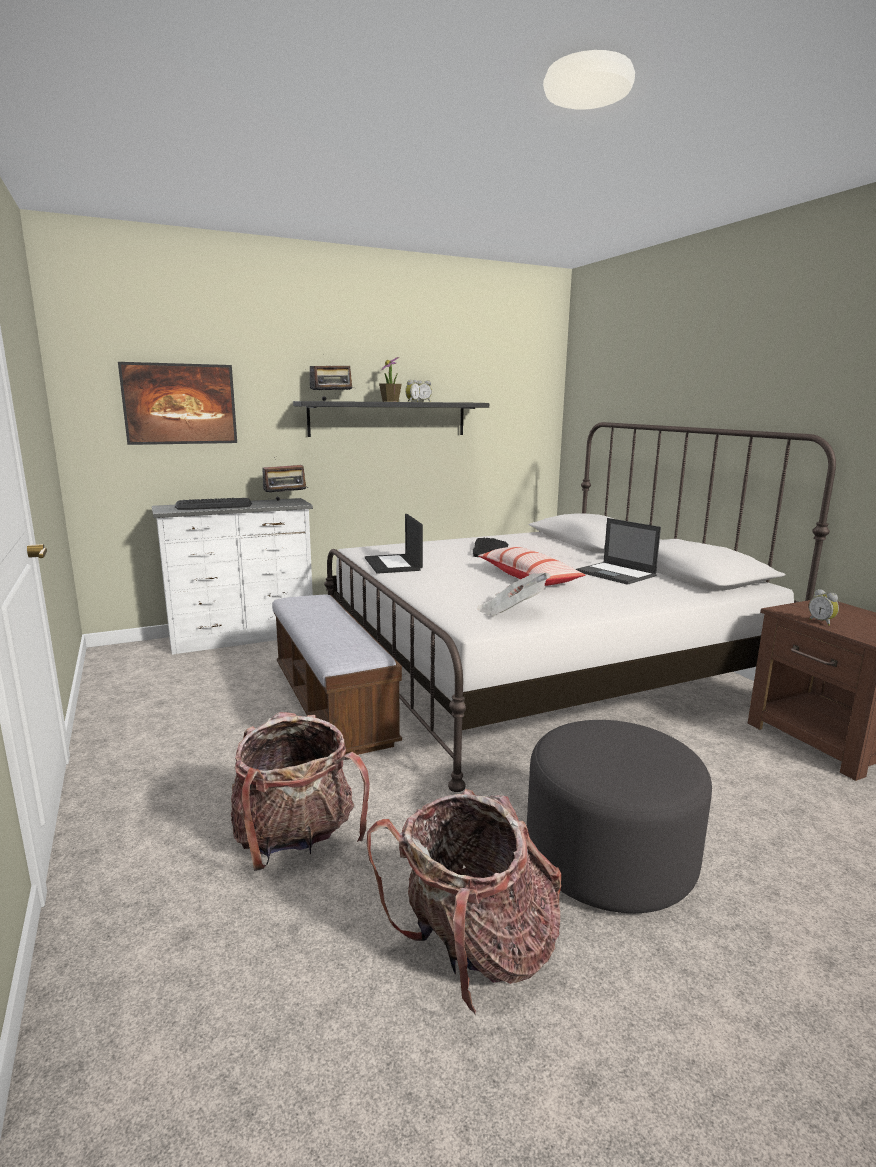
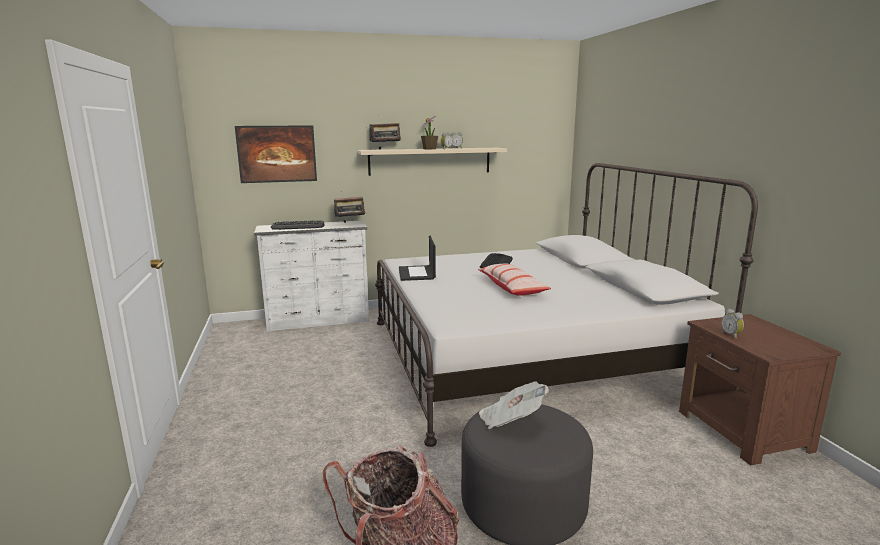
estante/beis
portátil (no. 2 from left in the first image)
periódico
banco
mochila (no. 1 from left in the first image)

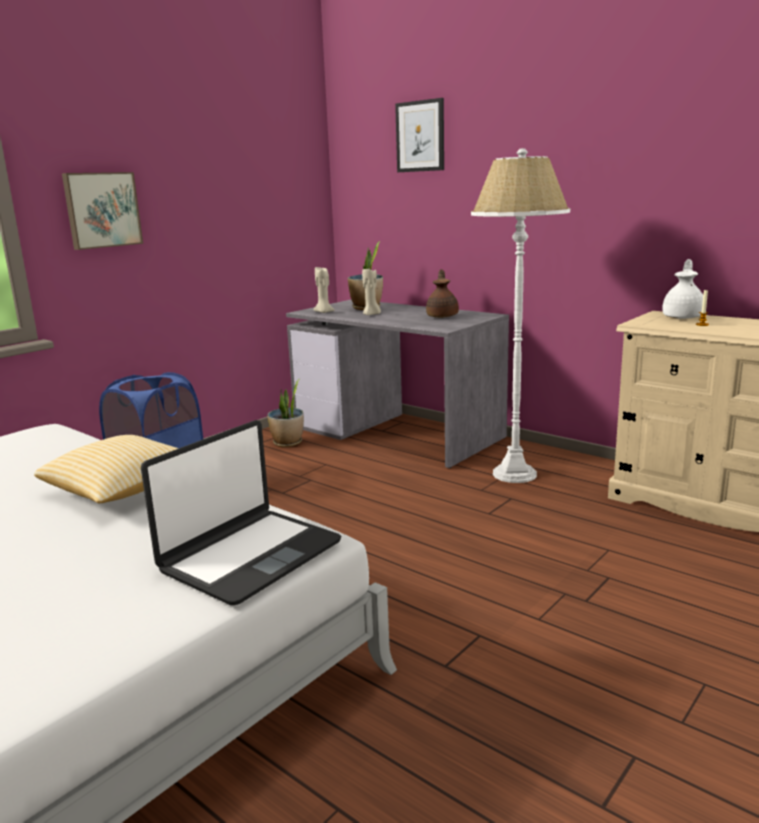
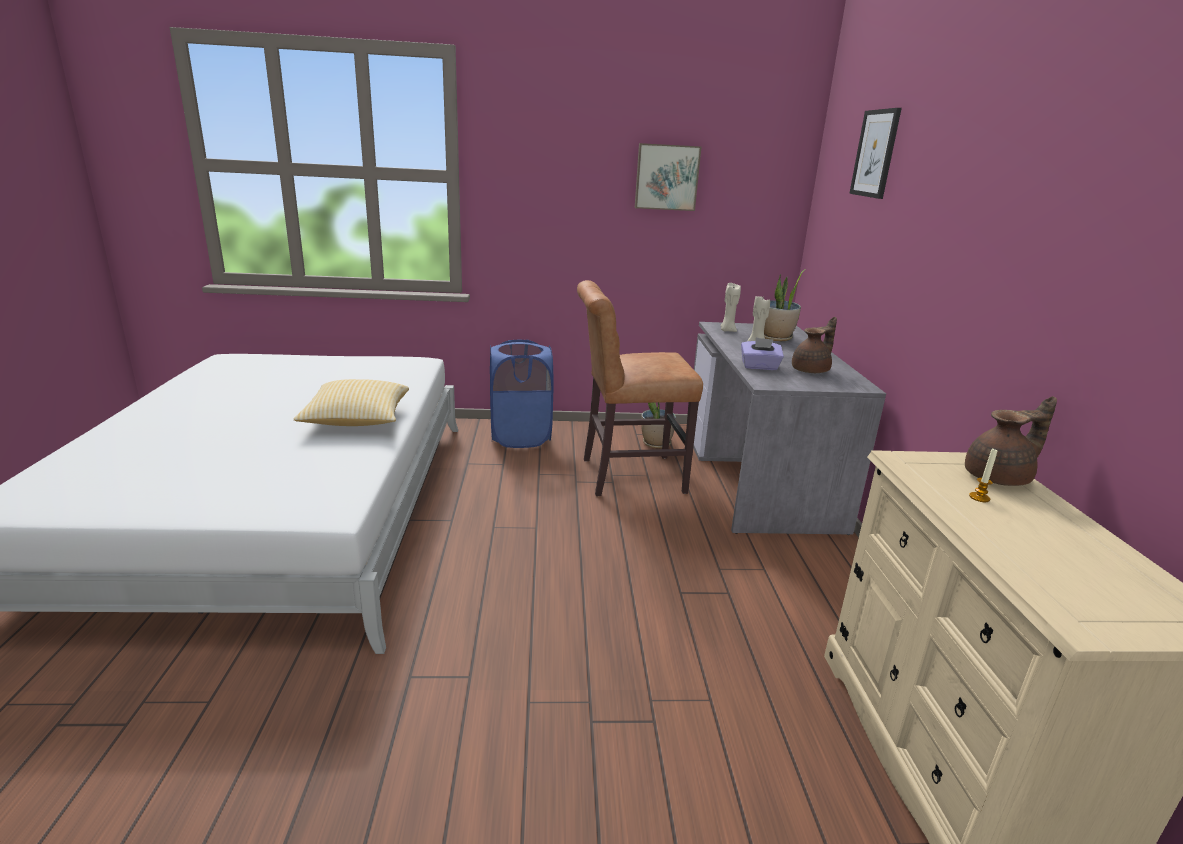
lámpara de pie/blanco
cuadro (no. 1 from left)
tetera/marrón (no. 2 from left)
portátil
silla/marrón
caja de pañuelos/morado

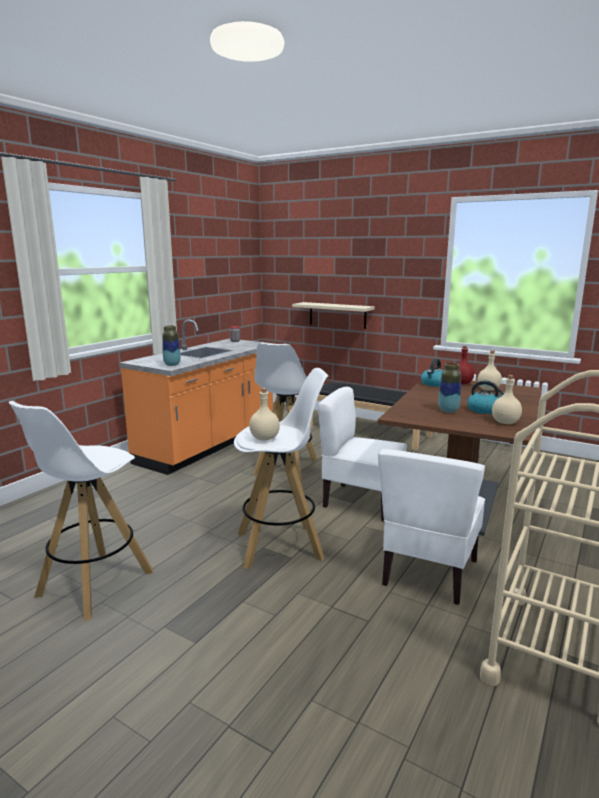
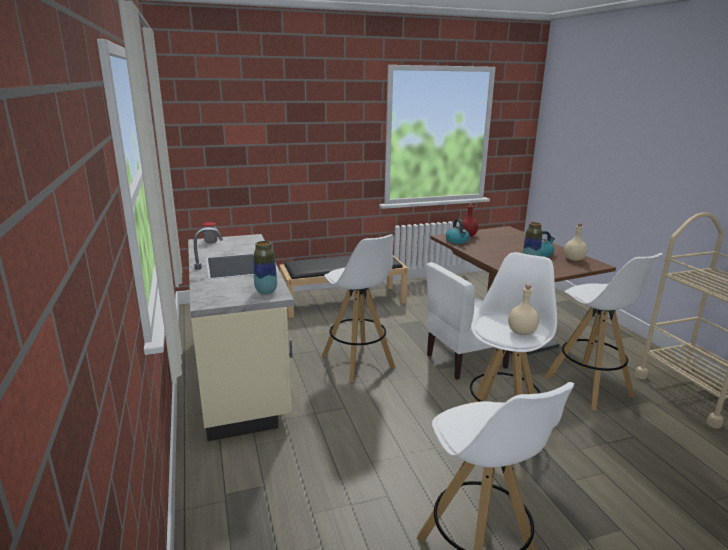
estante/beis
mueble bajo de cocina/beis
botella/beis (no. 2 from left in the first image)
taburete/blanco (no. 4 from left)

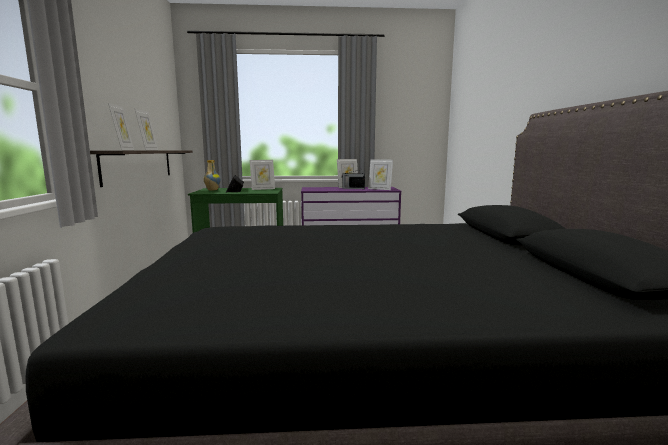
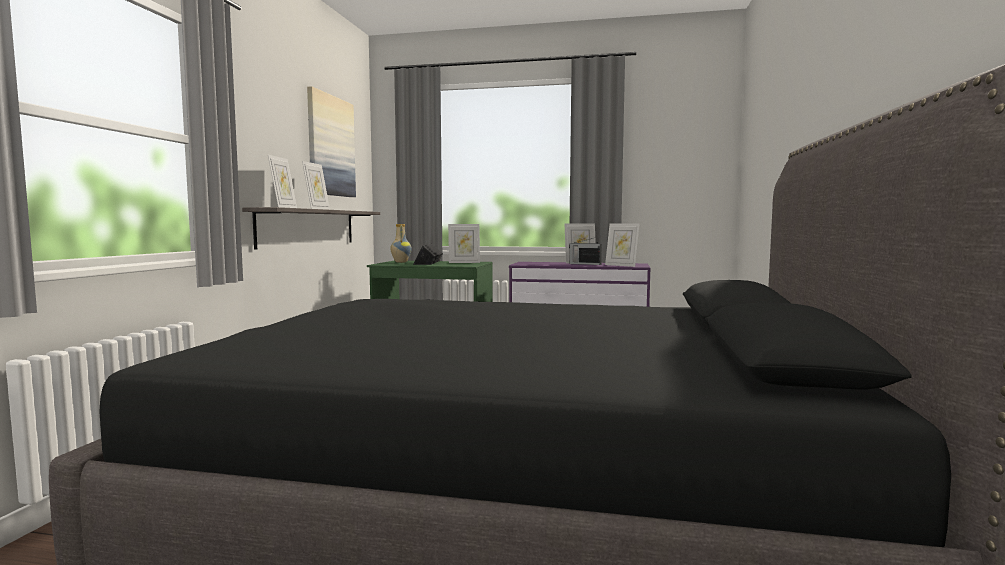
cuadro

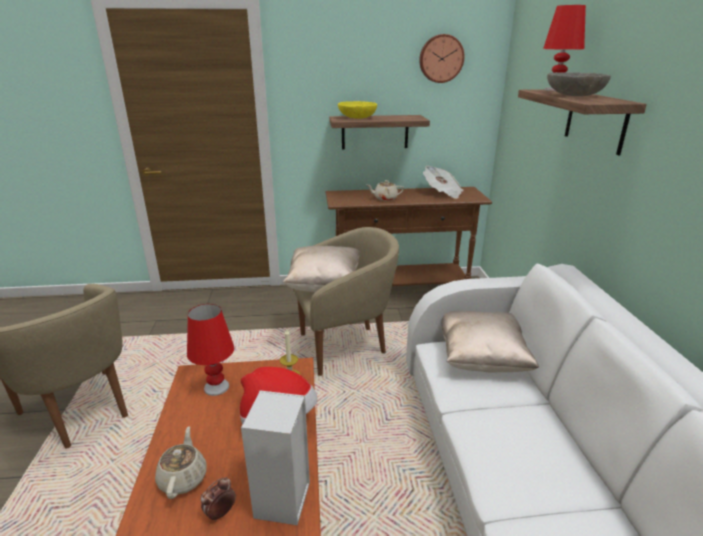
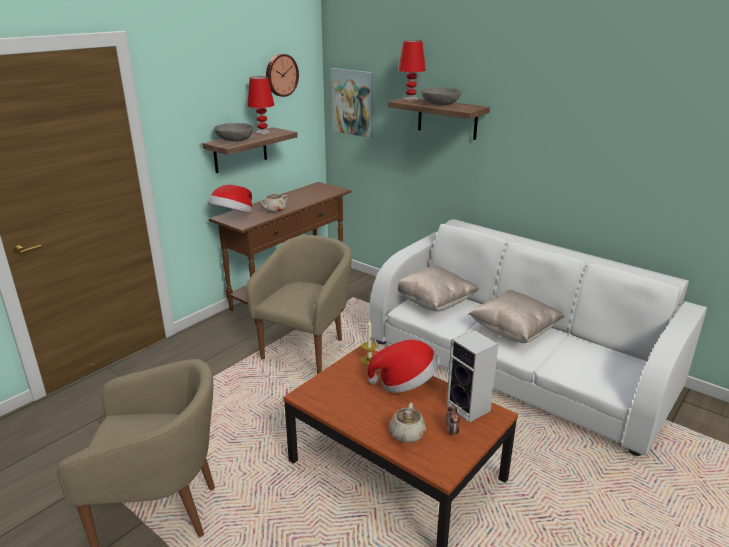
cuenco/gris (no. 1 from left)
periódico
cojín/beis (no. 2 from left)
lámpara de mesa/rojo (no. 1 from left)
tetera/beis (no. 2 from left)
cuadro
sombrero (no. 1 from left)

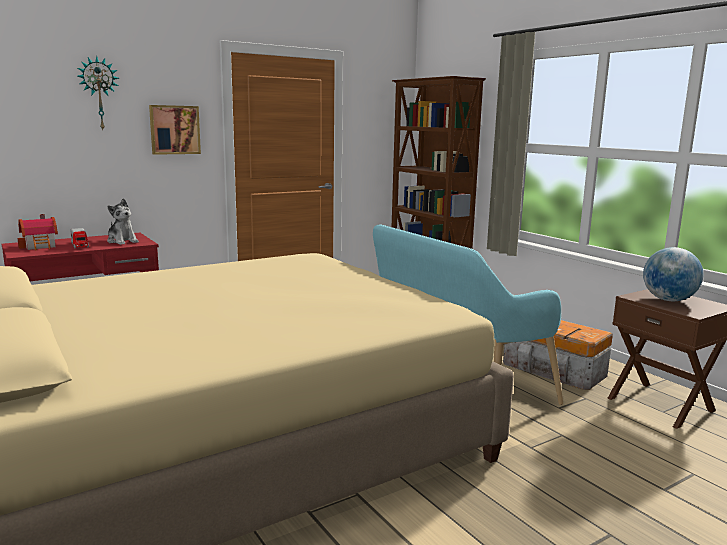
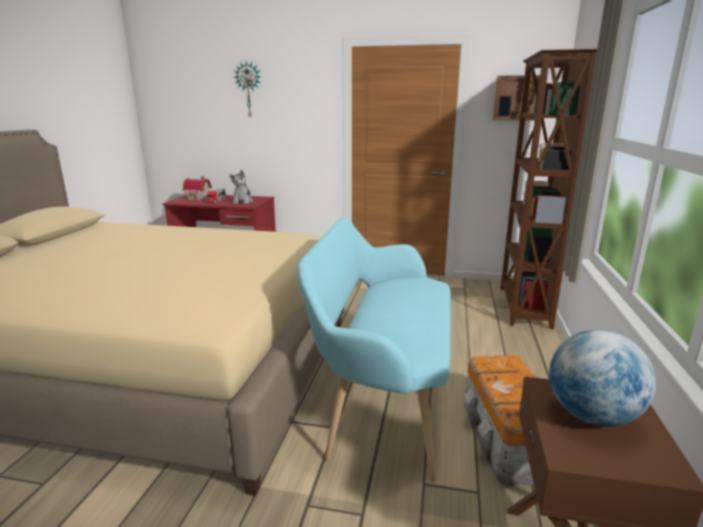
cuadro

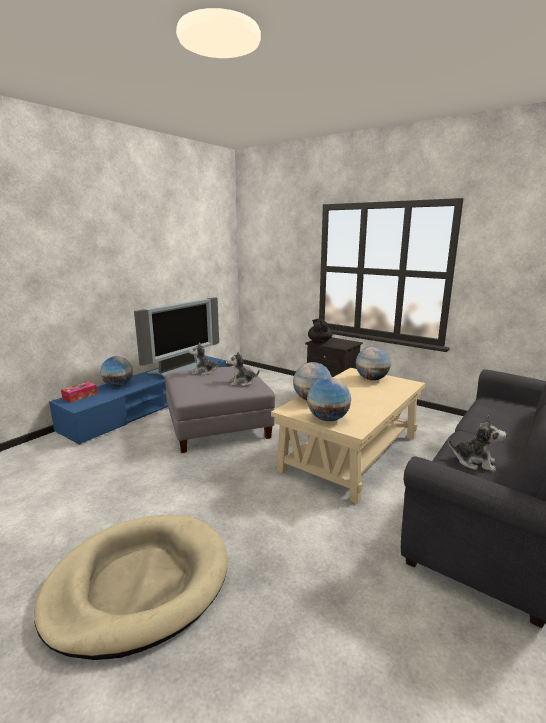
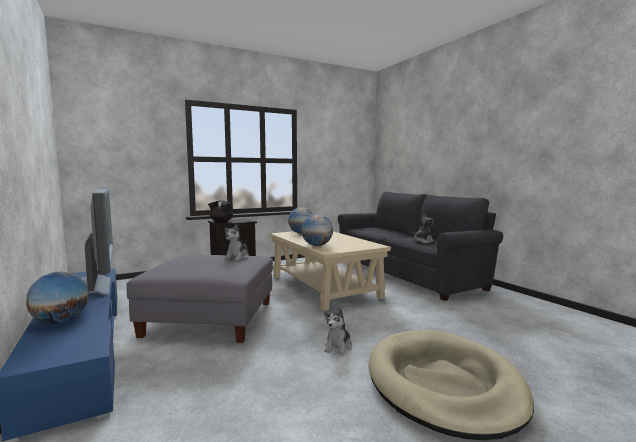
peluche (no. 2 from left)
globo terráqueo (no. 3 from left in the first image)
caja de pañuelos

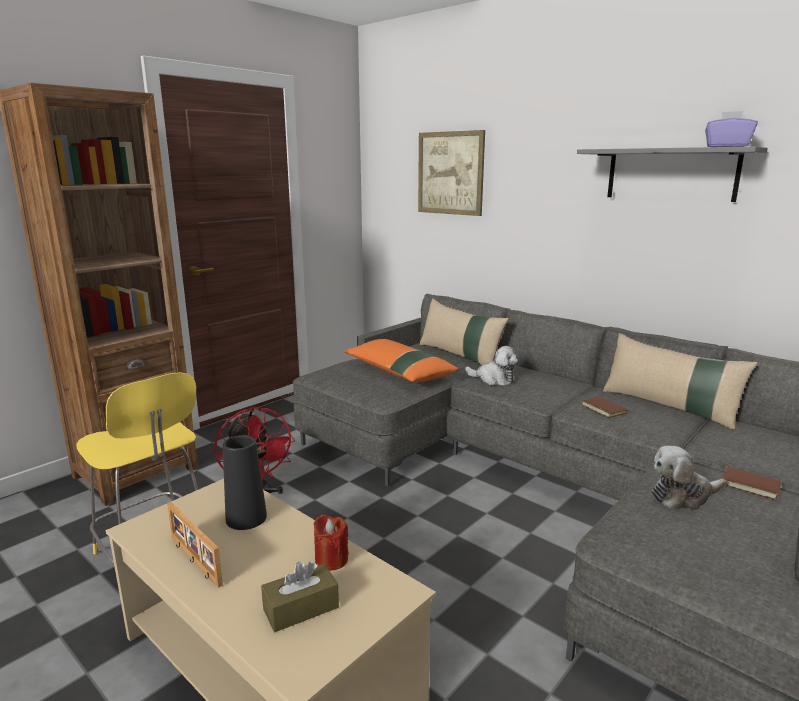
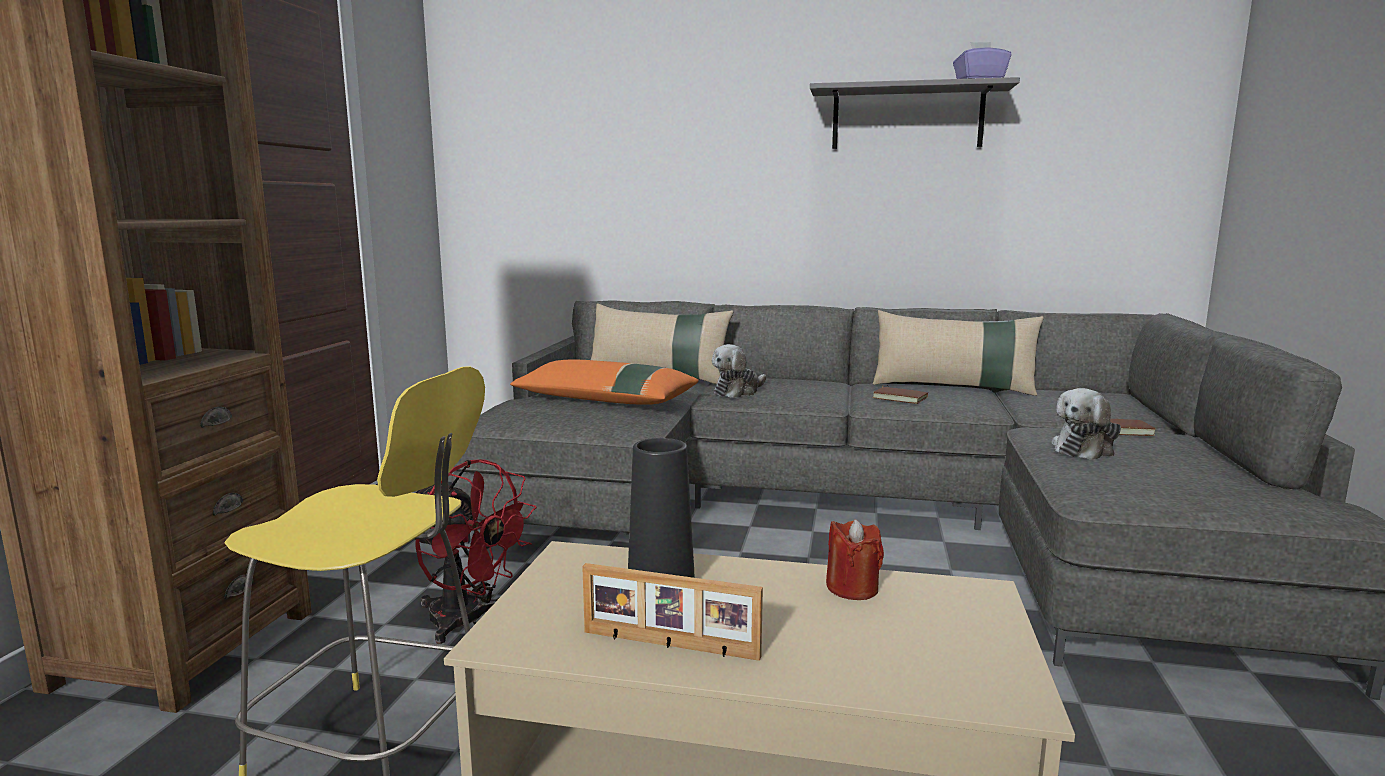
cuadro
peluche (no. 1 from left)
caja de pañuelos/marrón

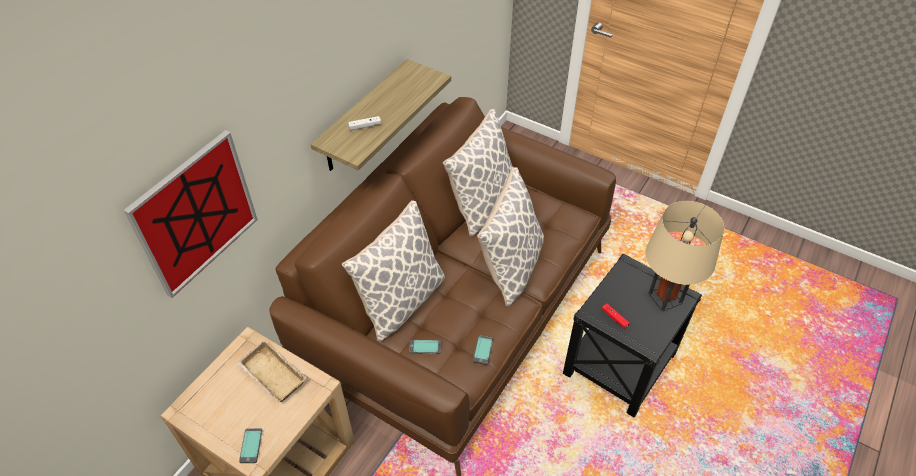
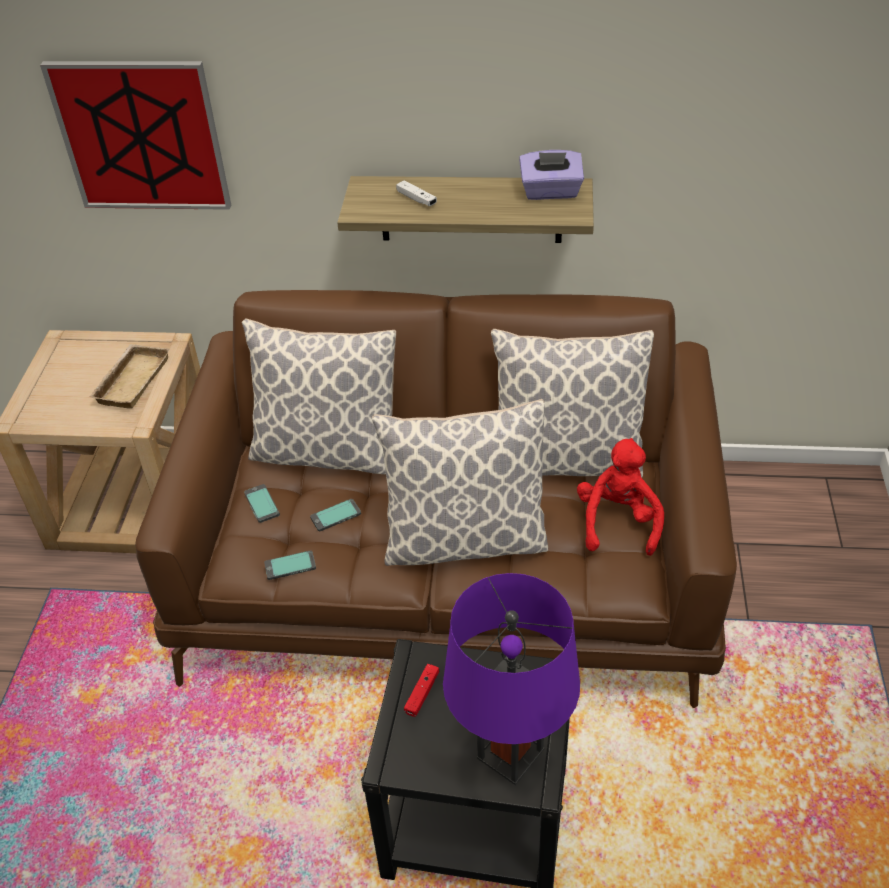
lámpara de mesa/morado
móvil (no. 3 from left)
caja de pañuelos/morado
peluche/rojo

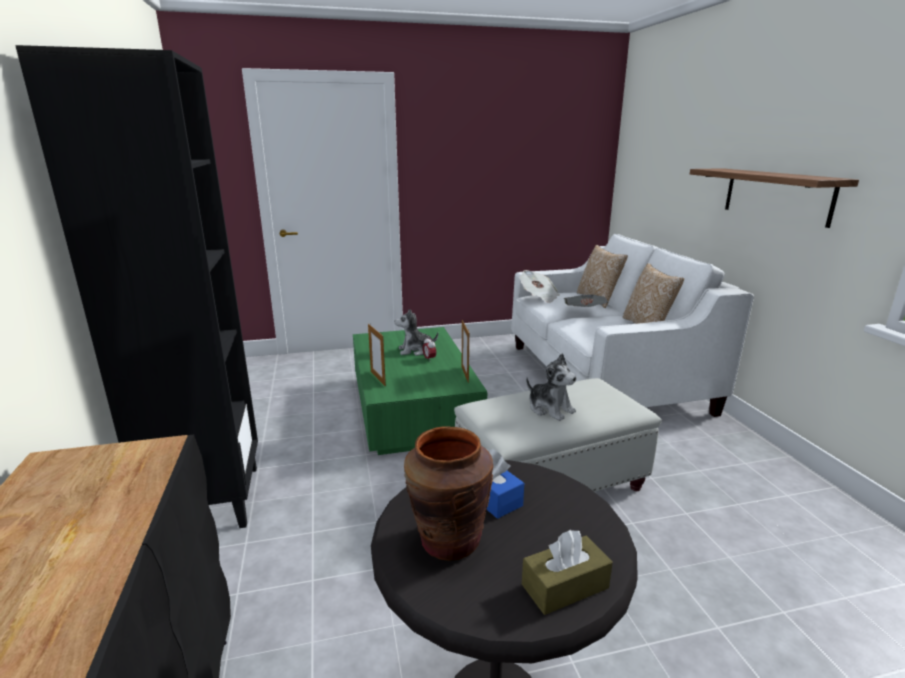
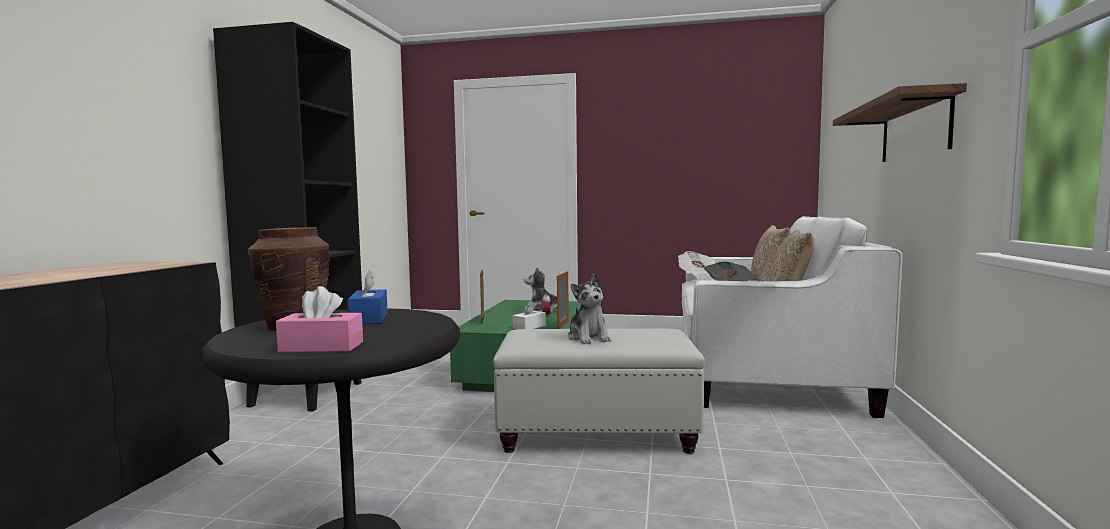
caja de pañuelos/rosa
caja de pañuelos/blanco

